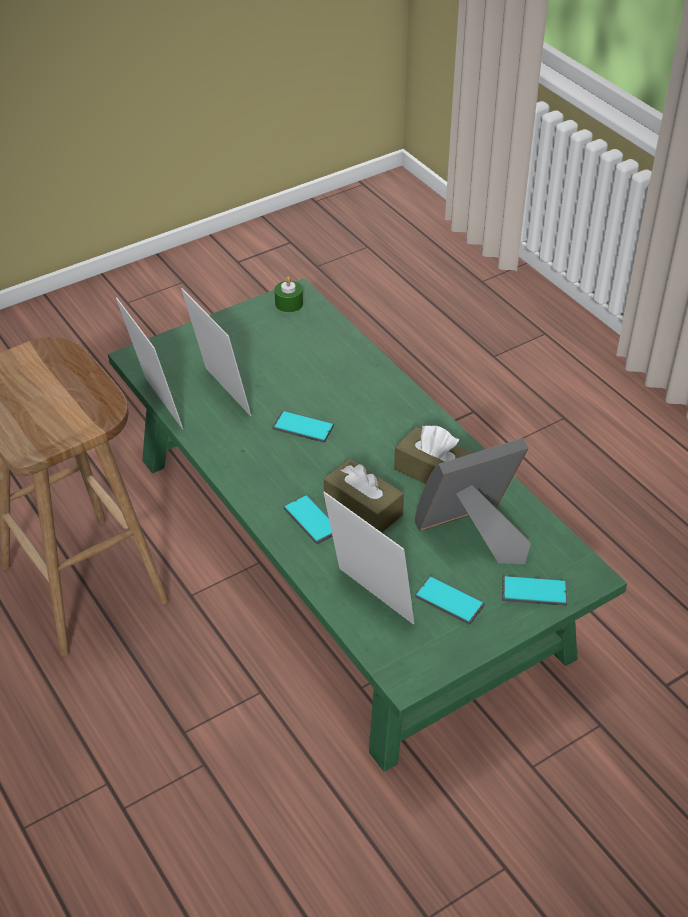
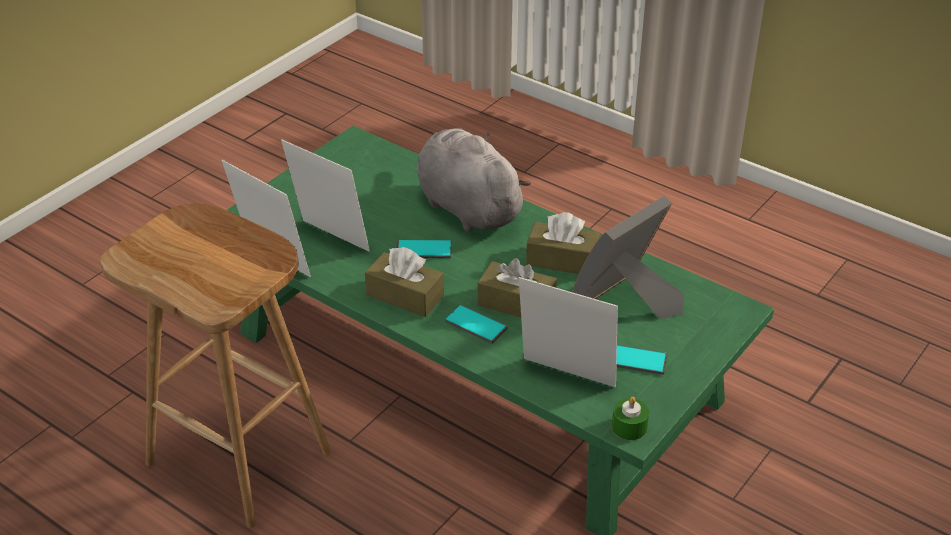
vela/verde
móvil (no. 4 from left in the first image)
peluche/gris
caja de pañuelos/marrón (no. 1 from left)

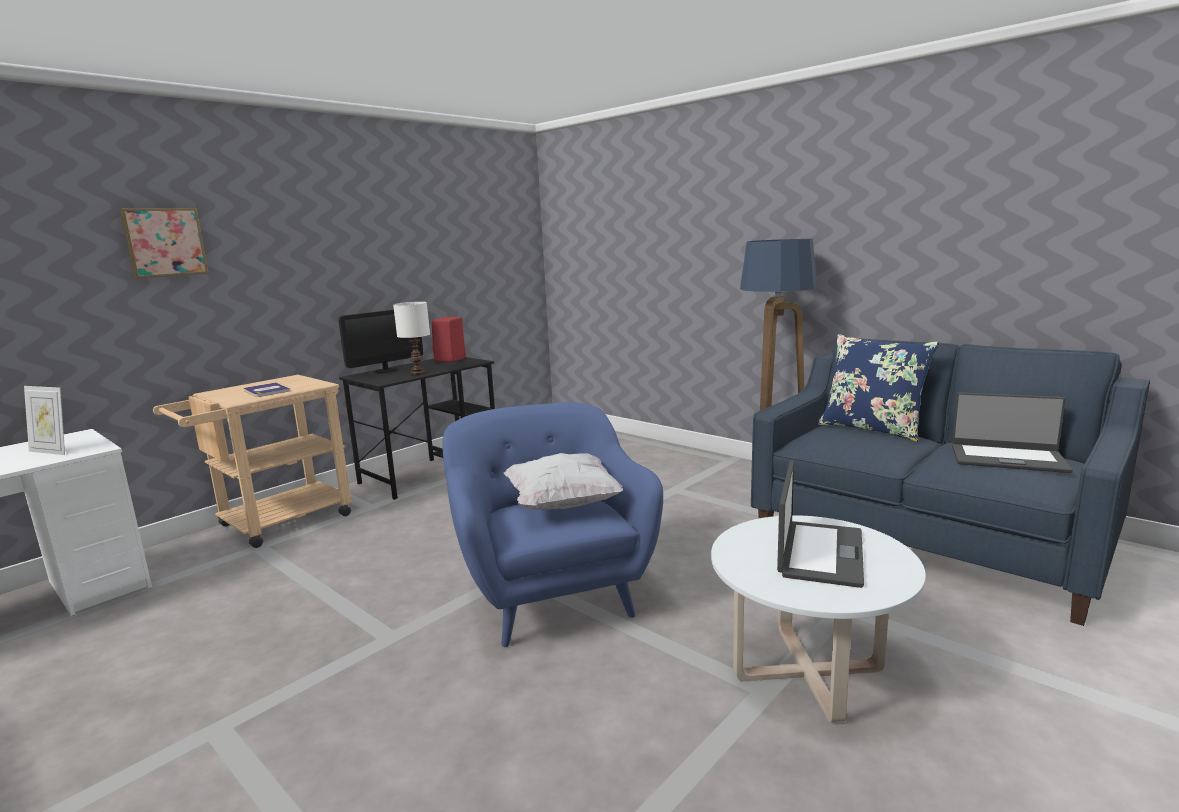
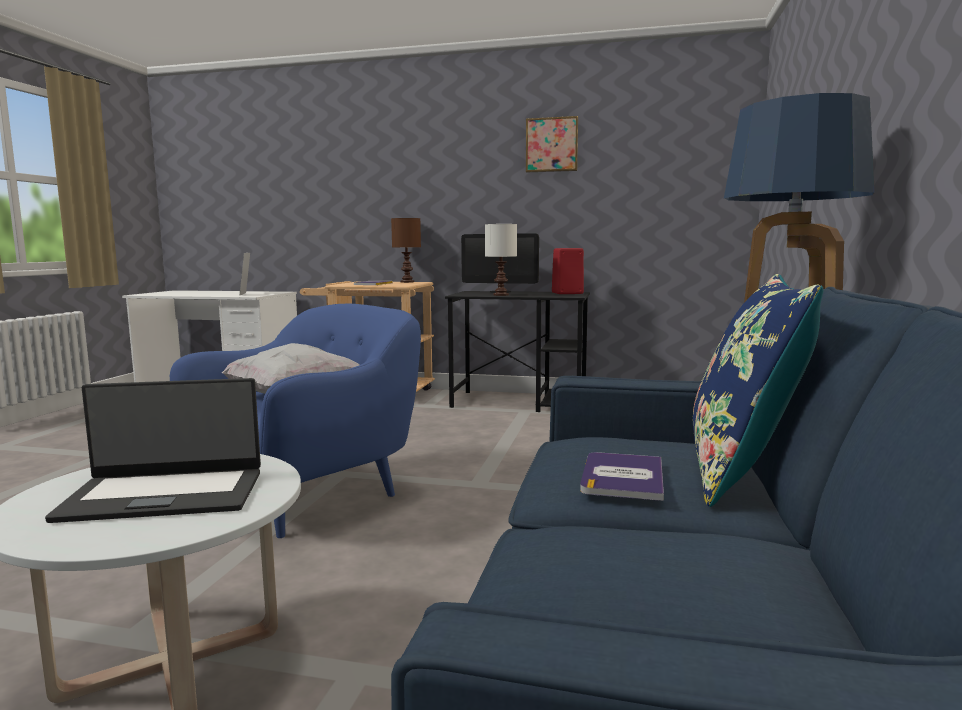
cuadro
portátil (no. 2 from left in the first image)
lámpara de mesa/marrón
libro (no. 2 from left)

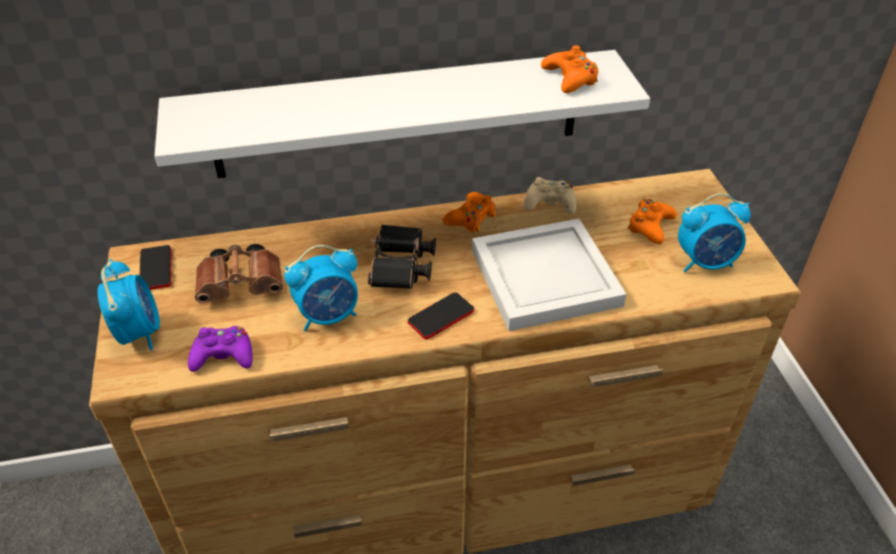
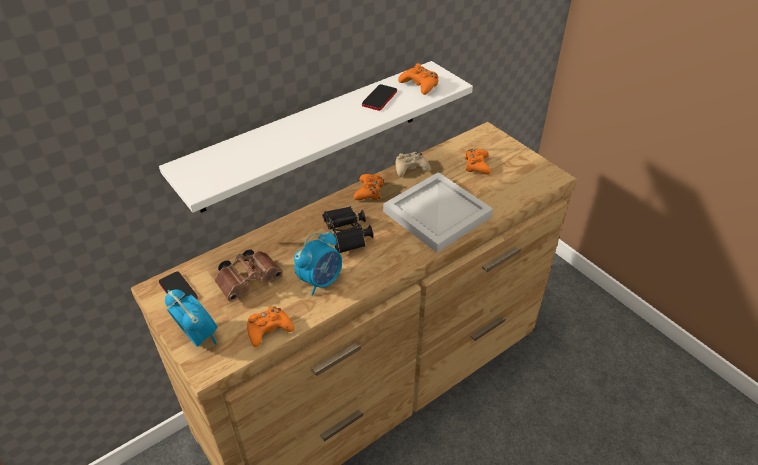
despertador (no. 3 from left in the first image)
móvil (no. 2 from left)
mando de consola/naranja (no. 1 from left)

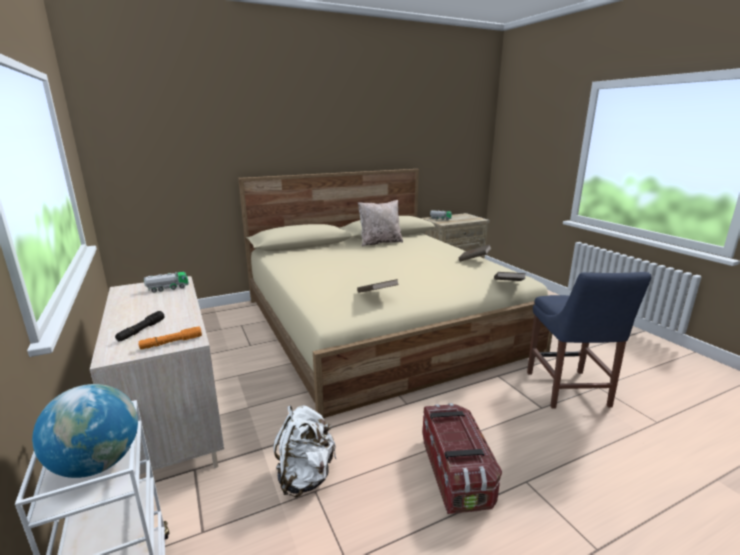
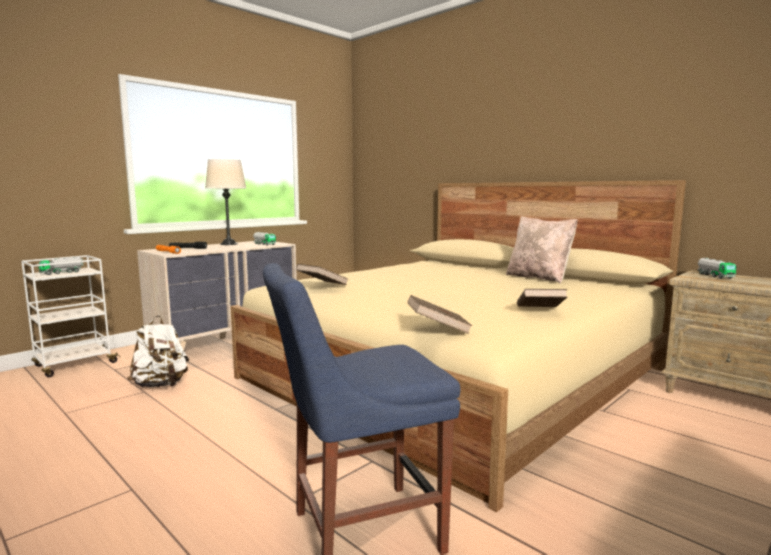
camión de juguete (no. 1 from left)
caja de almacenaje
lámpara de mesa/beis

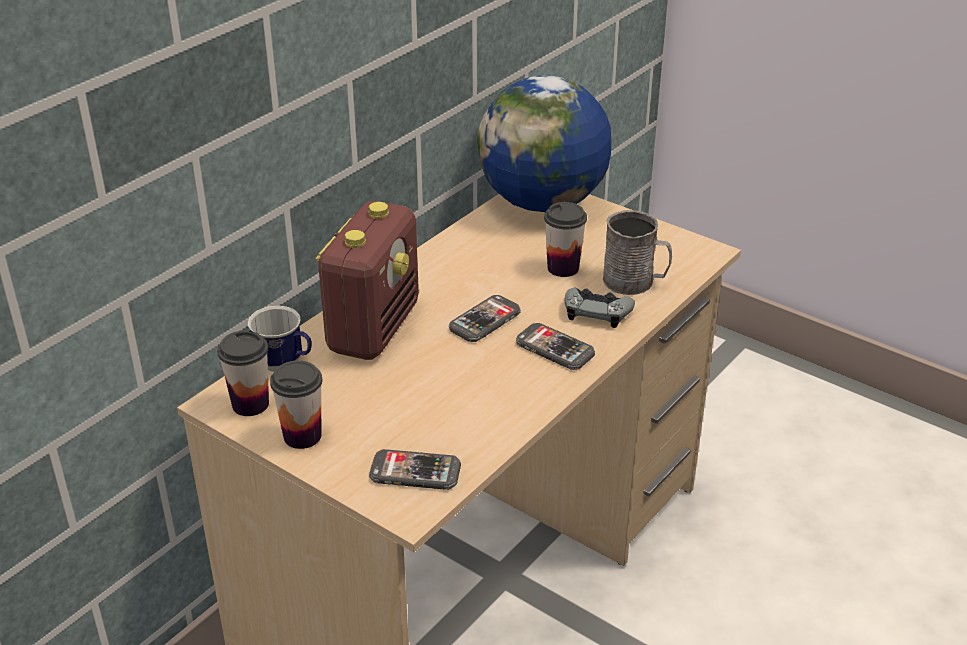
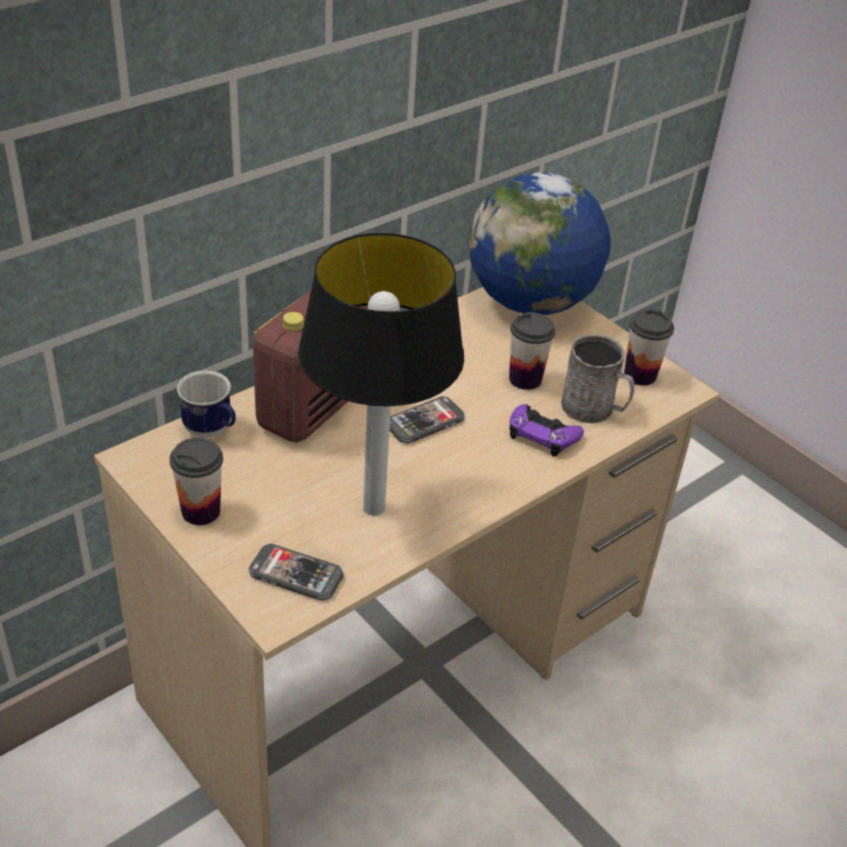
mando de consola/morado
móvil (no. 3 from left in the first image)
taza (no. 3 from left)
lámpara de mesa

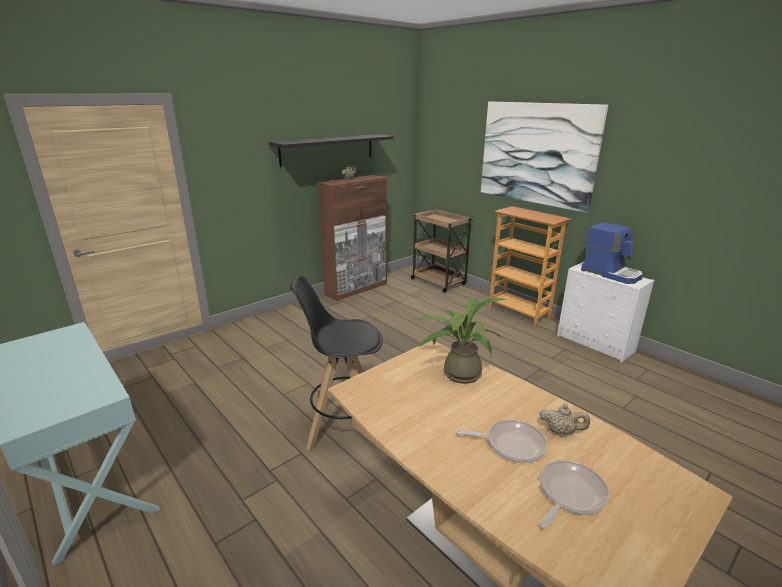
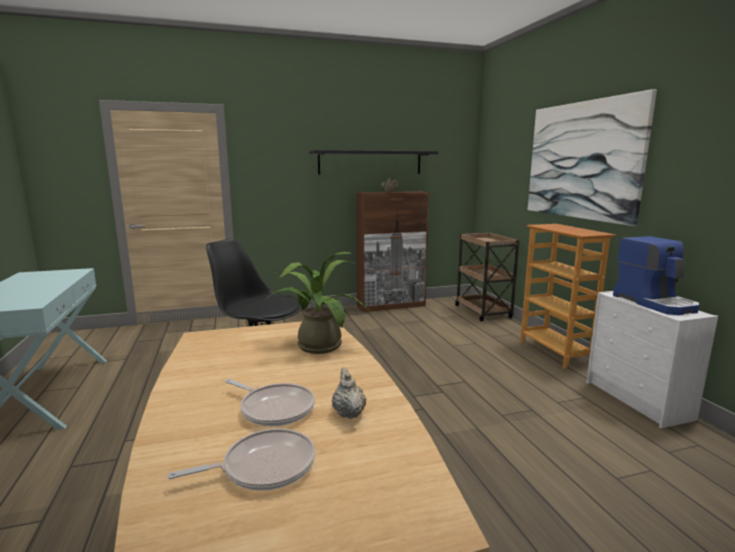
tetera/beis (no. 1 from left)

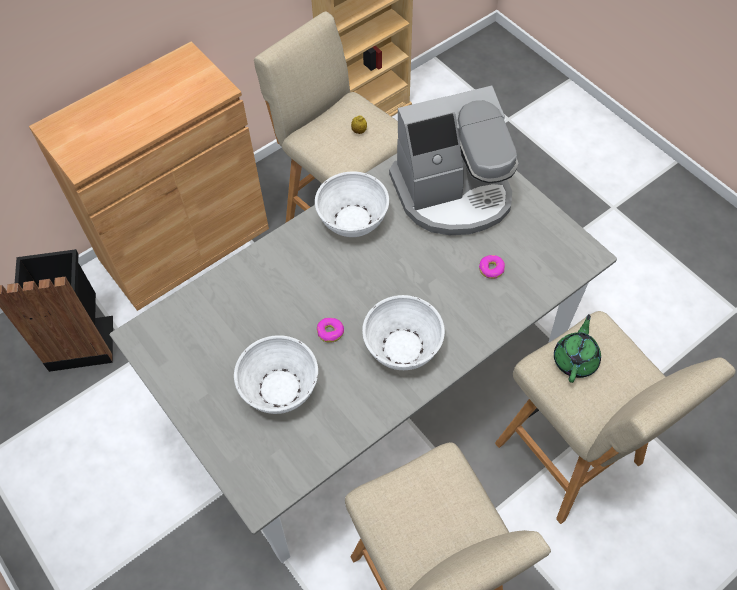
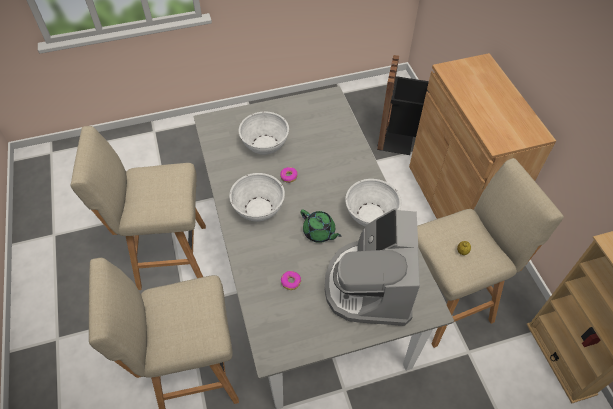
tetera/verde

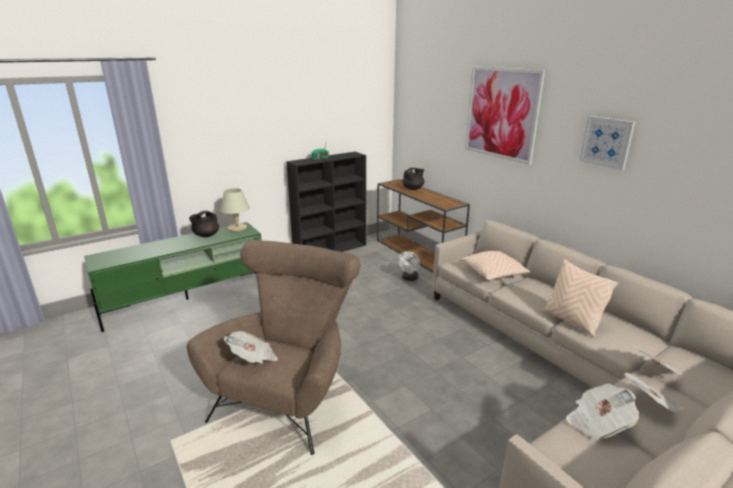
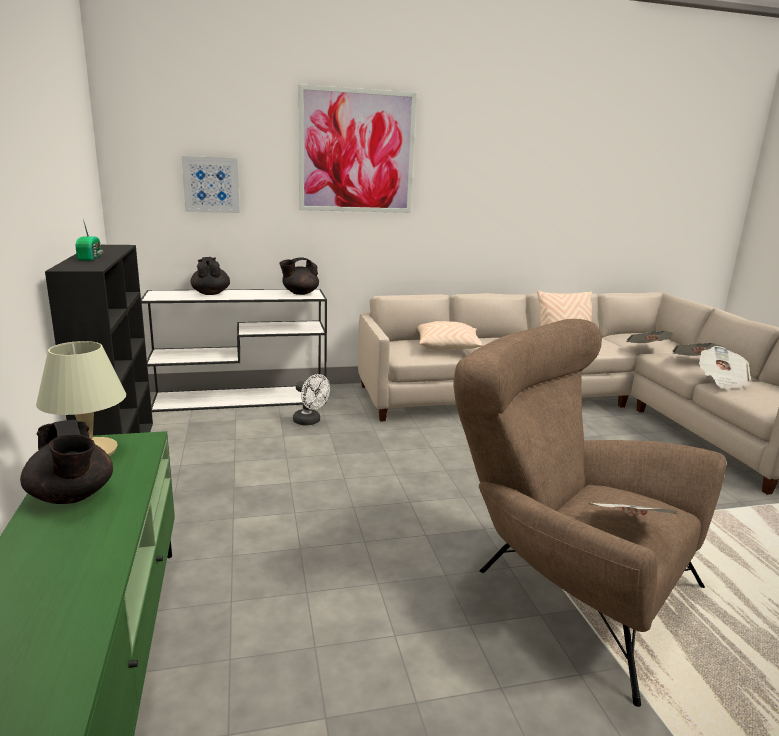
cuadro (no. 1 from left)
mesa consola/blanco
tetera/negro (no. 3 from left)

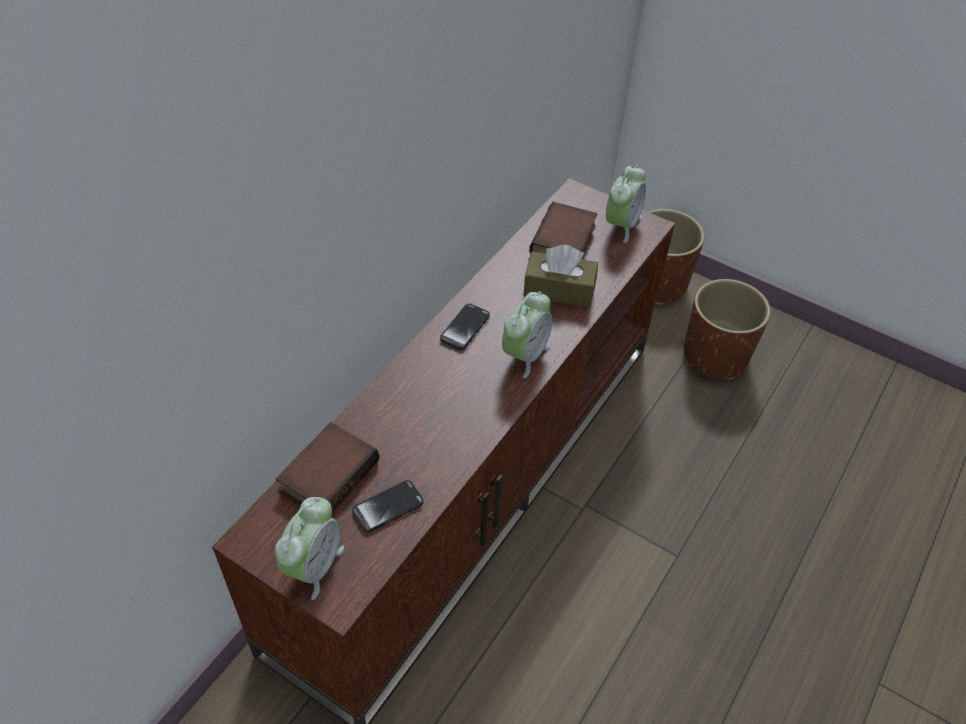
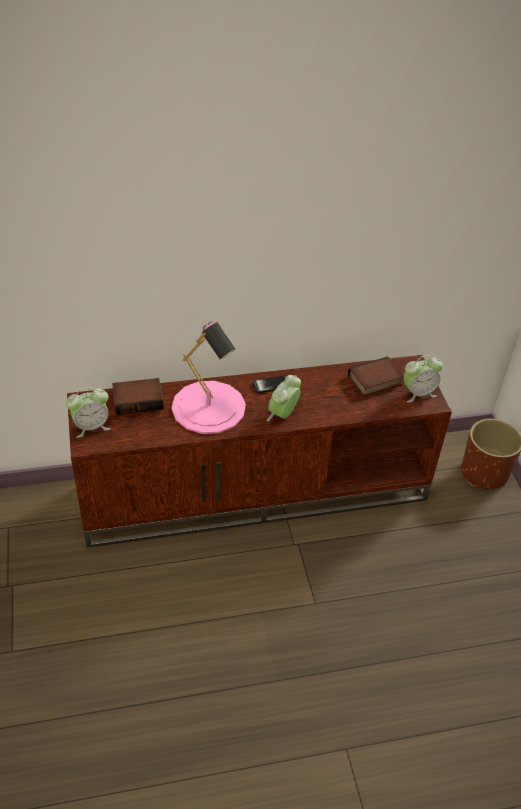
caja de pañuelos/marrón
maceta/marrón (no. 2 from left in the first image)
despertador (no. 2 from left)
móvil (no. 1 from left in the first image)
lámpara de mesa/rosa

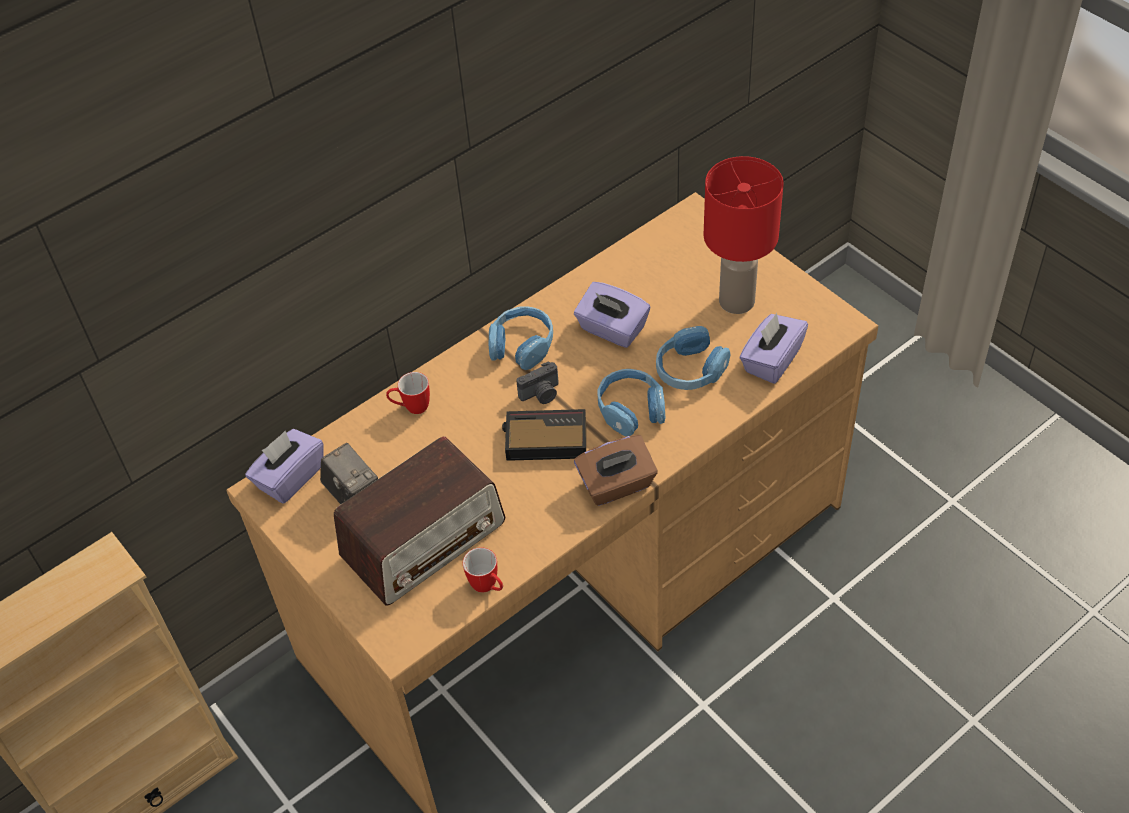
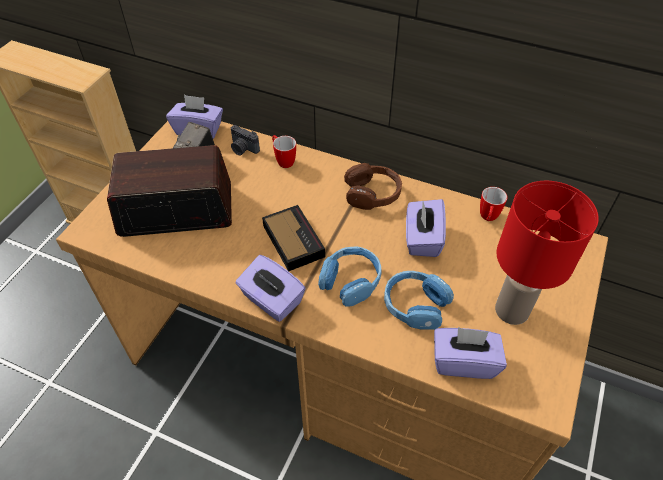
auriculares/marrón
cámara (no. 2 from left)
caja de pañuelos/morado (no. 2 from left)
radio
taza grande (no. 2 from left)

